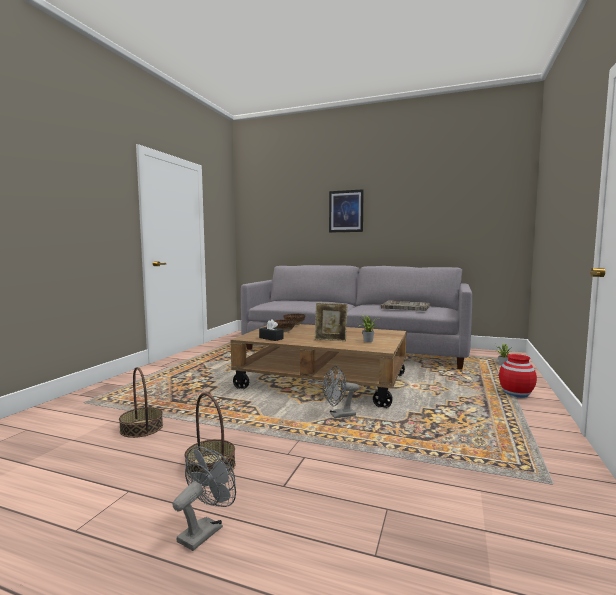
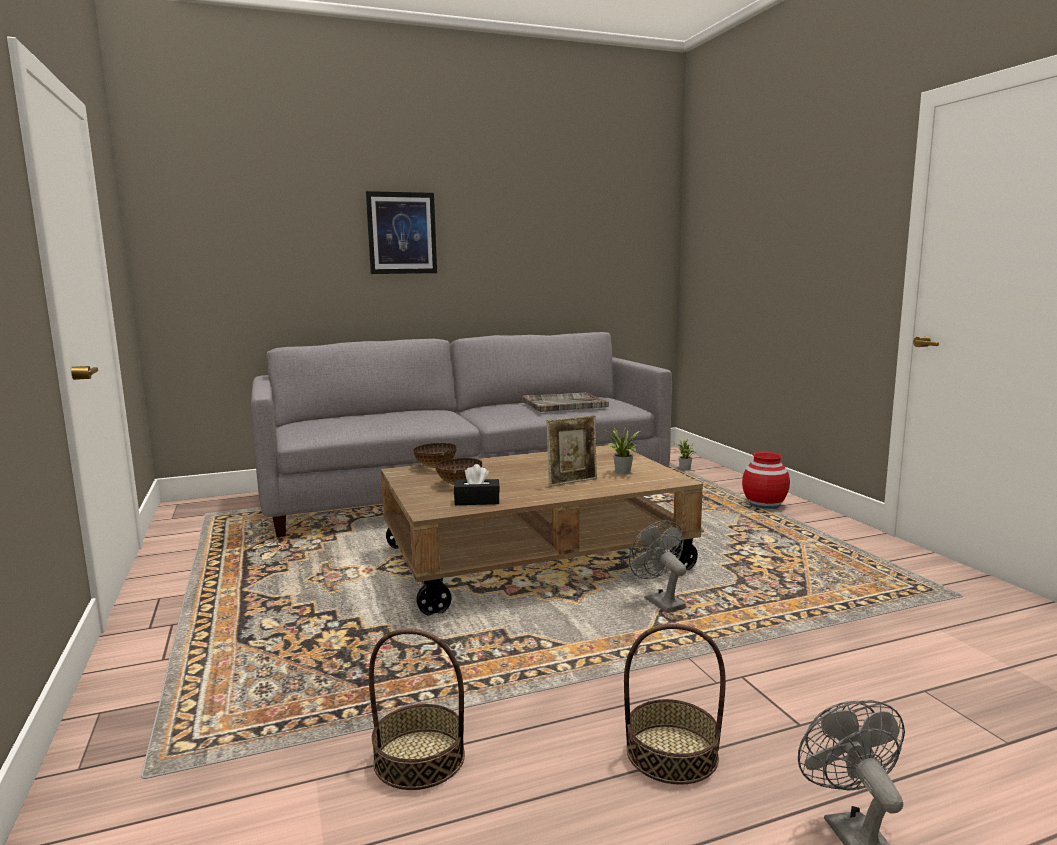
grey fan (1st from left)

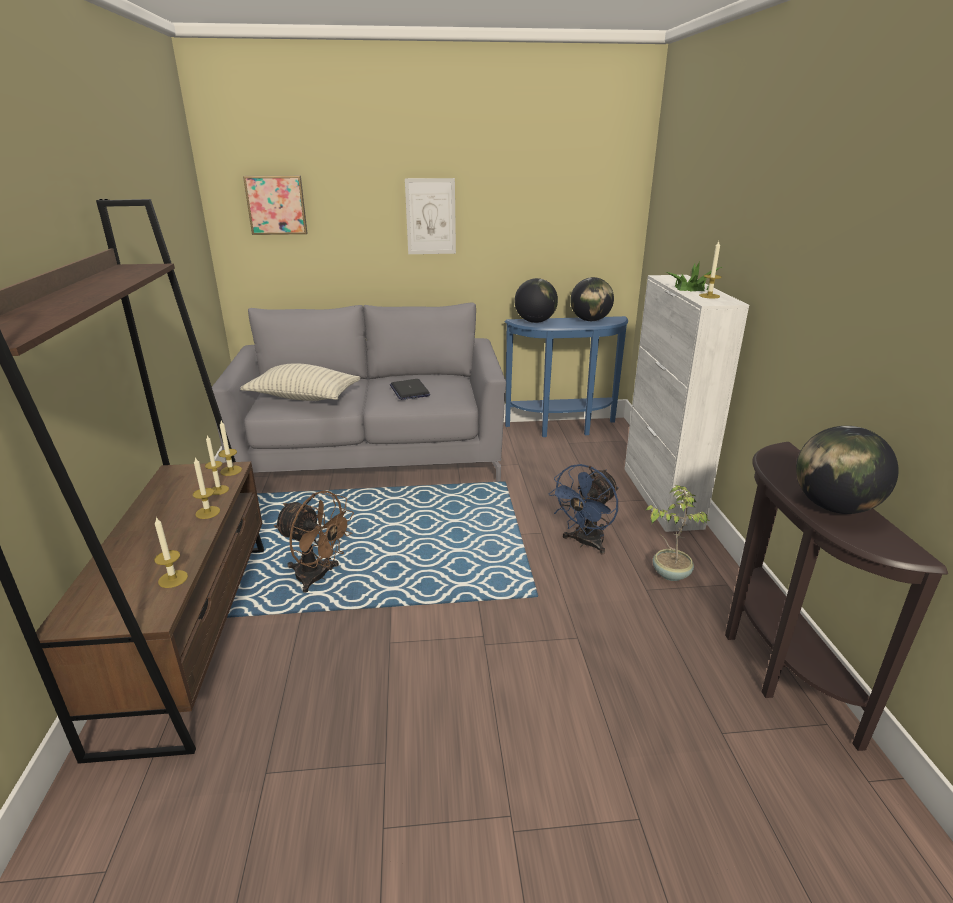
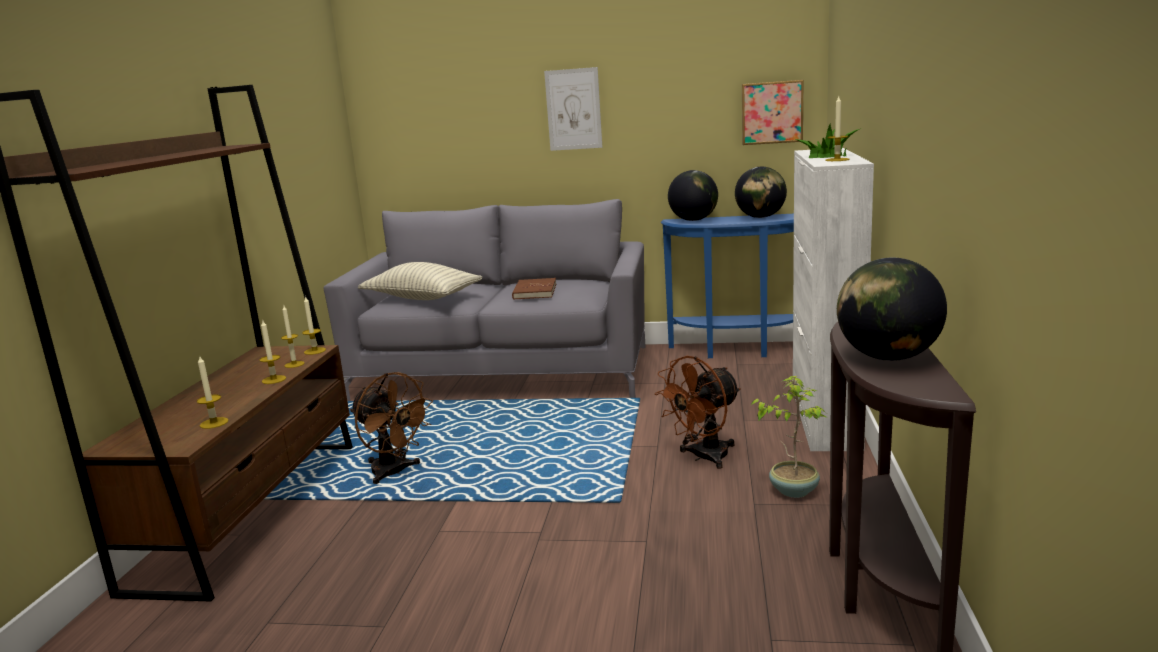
brown book; brown fan (2nd from left); picture (2nd from left)

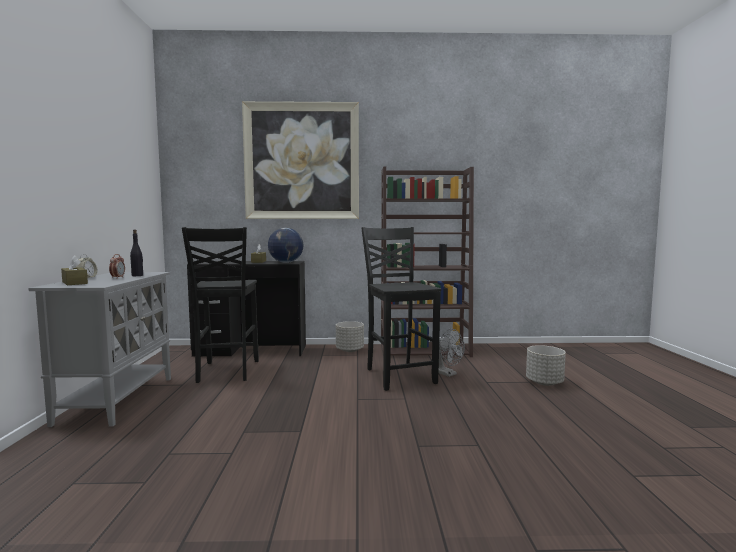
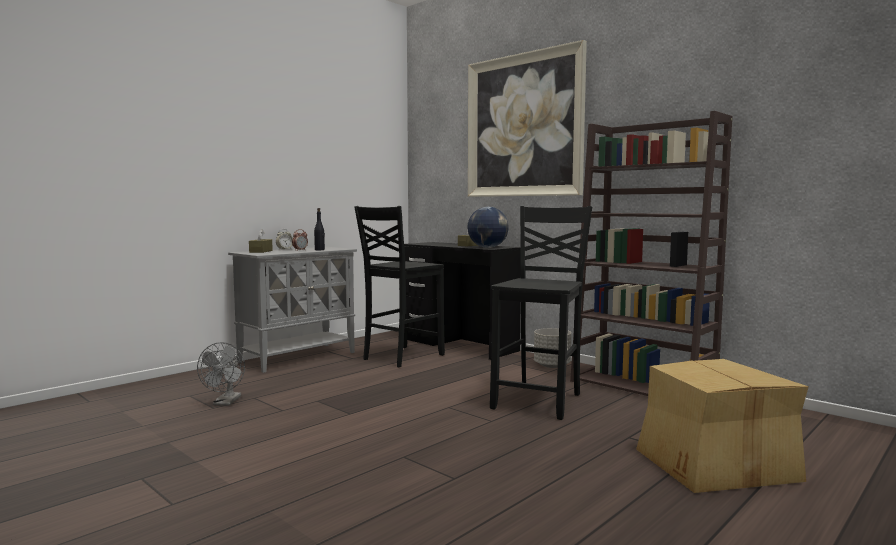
grey fan; cardboard box

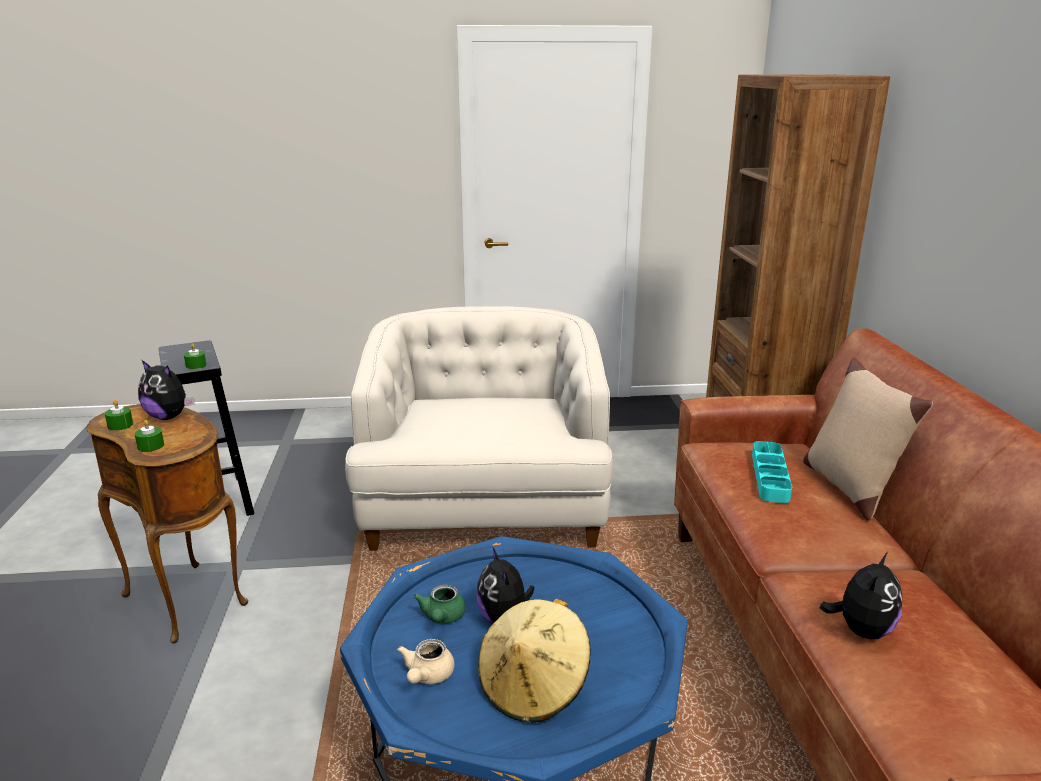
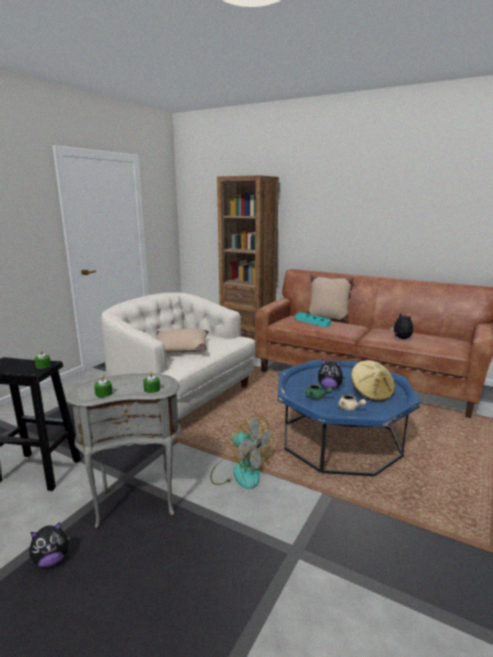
plush toy (1st from left); grey side table; beige pillow (1st from left); fan

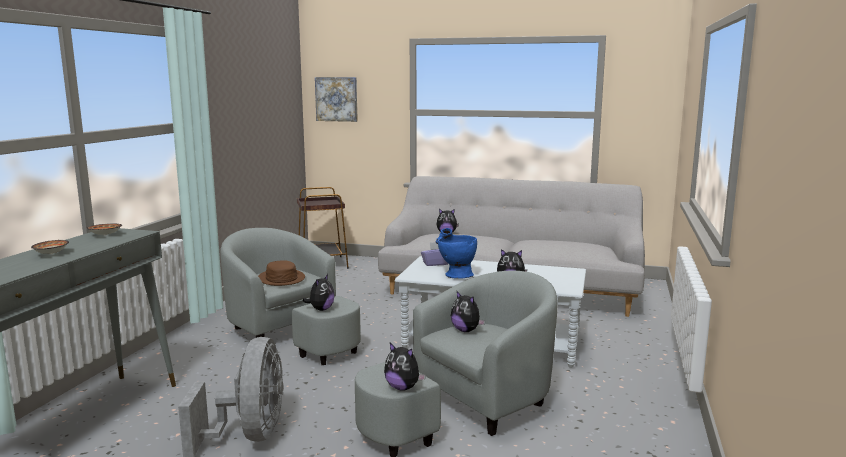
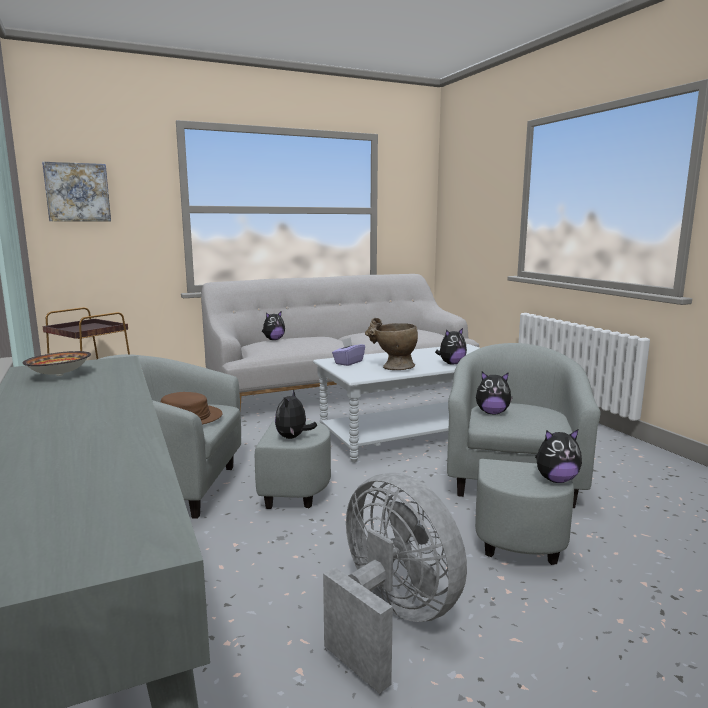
plush toy (2nd from left); beige vase; bowl (1st from left in the first image)

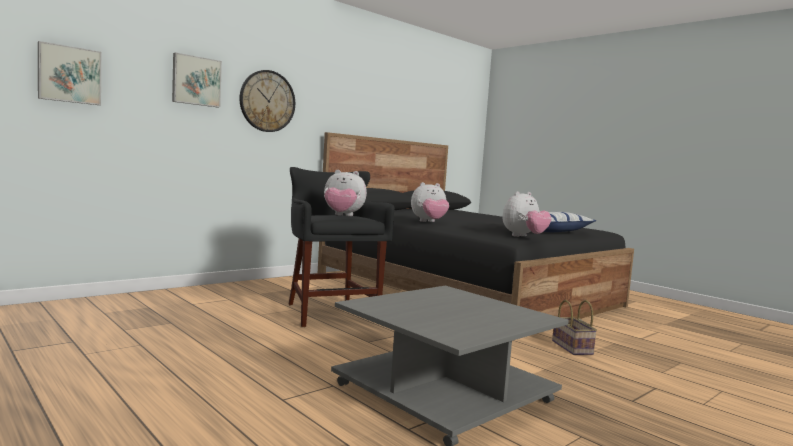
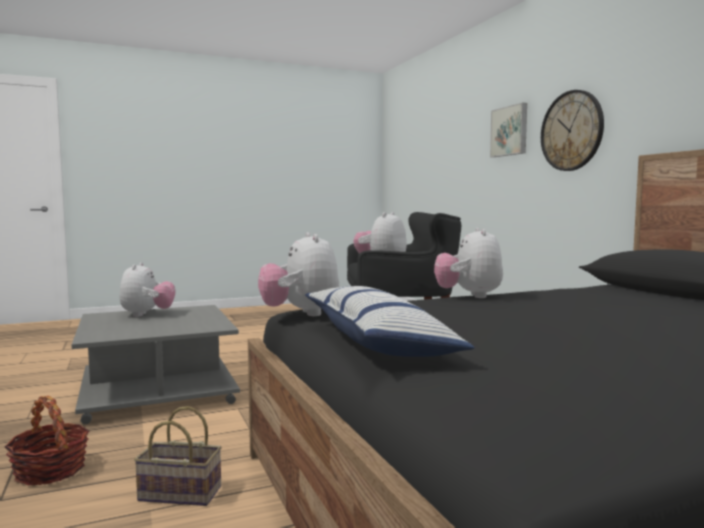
basket (1st from left); plush toy (1st from left); picture (1st from left in the first image)

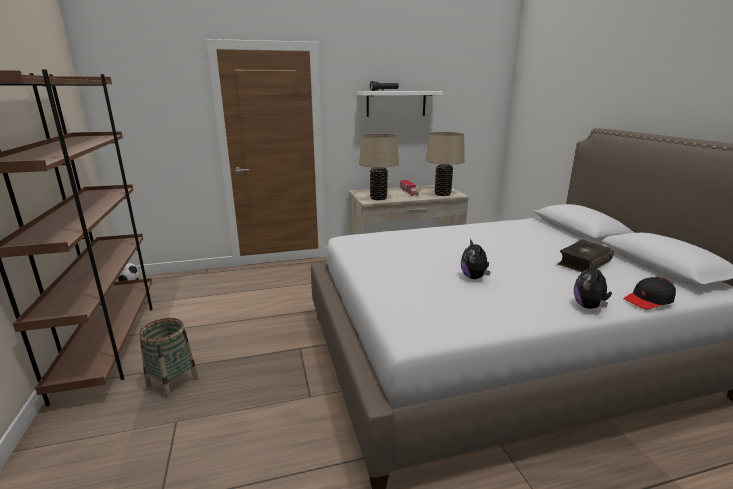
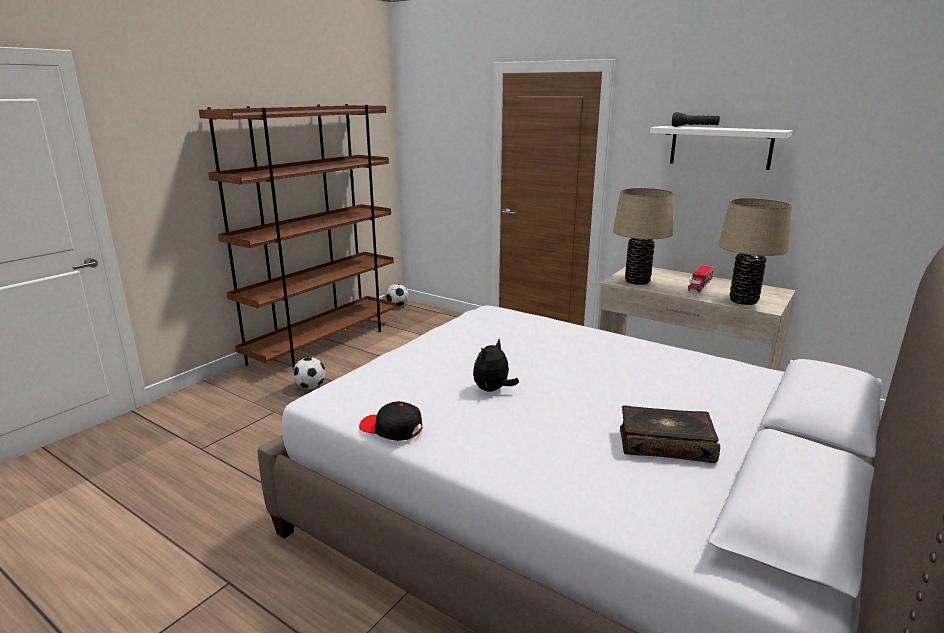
football (1st from left); black cap; plush toy (2nd from left in the first image)

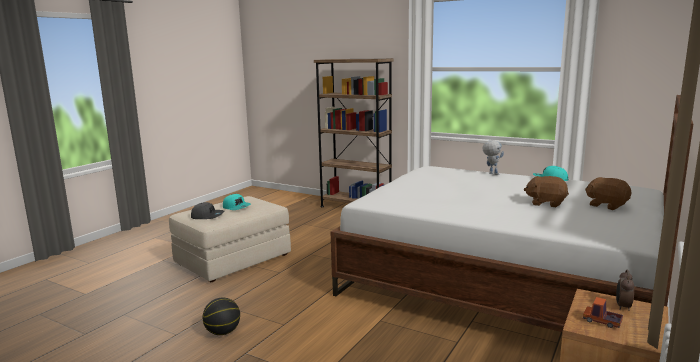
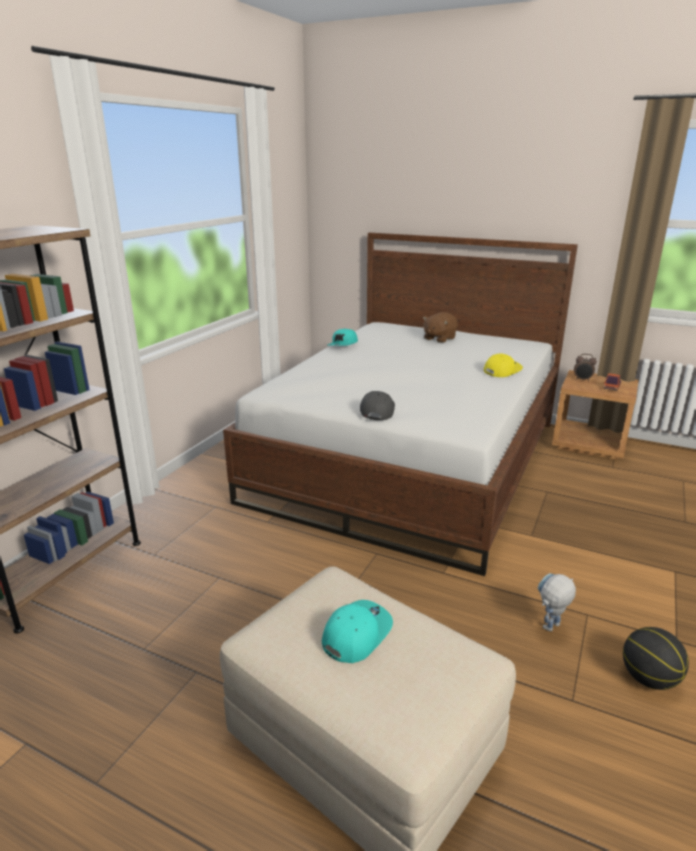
grey cap; yellow cap; toy robot; brown plush toy (1st from left in the first image)

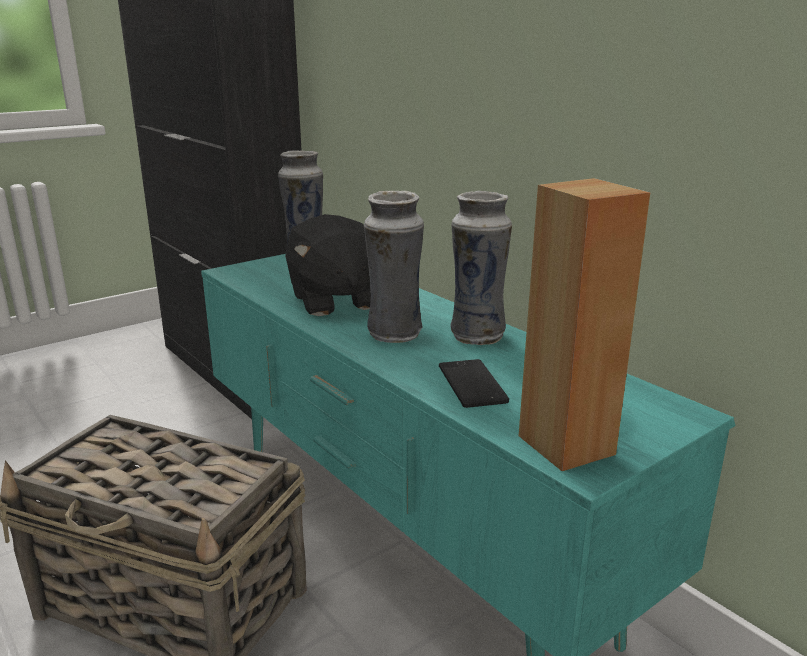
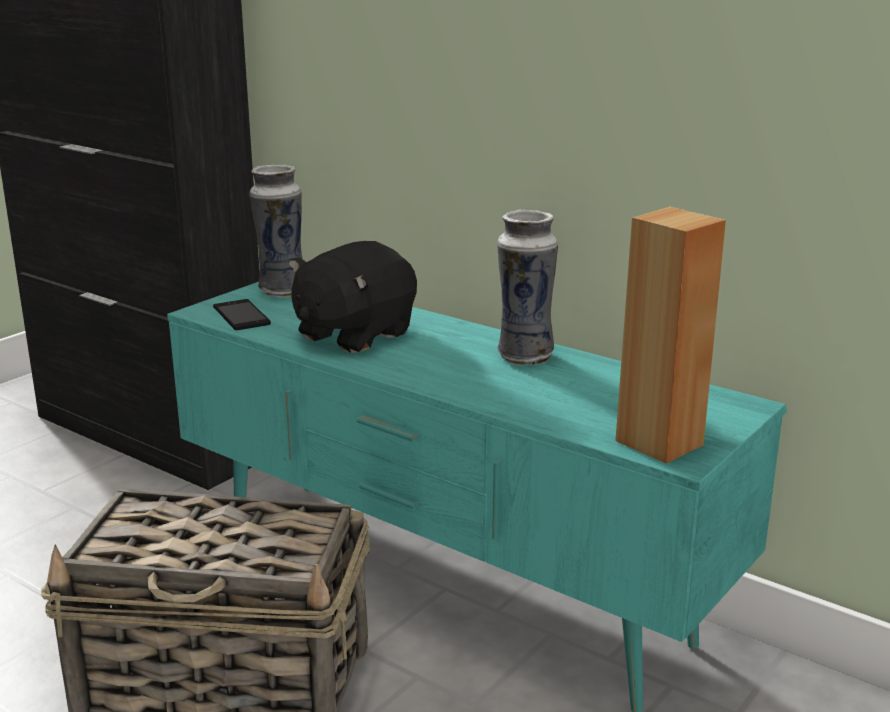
phone; black plush toy; vase (2nd from left in the first image)

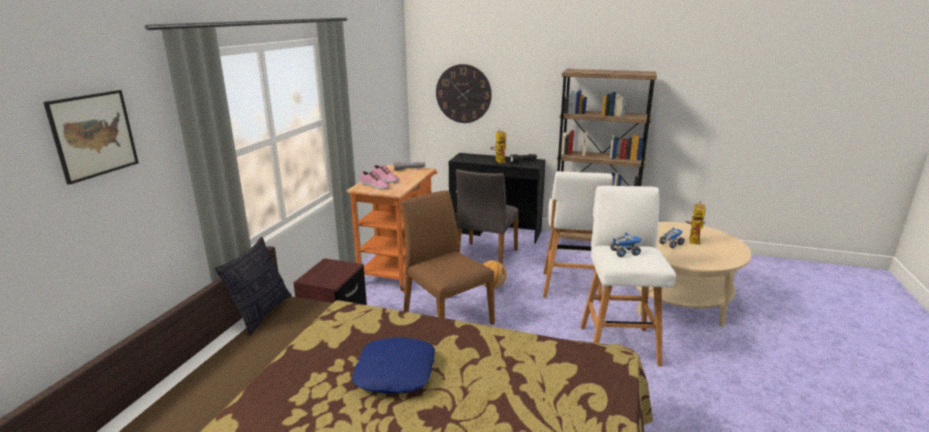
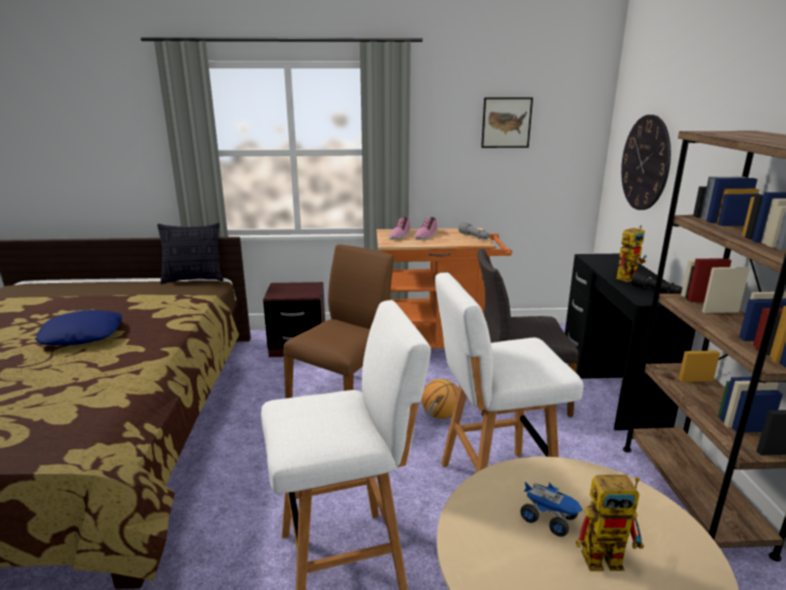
picture; toy truck (1st from left in the first image)

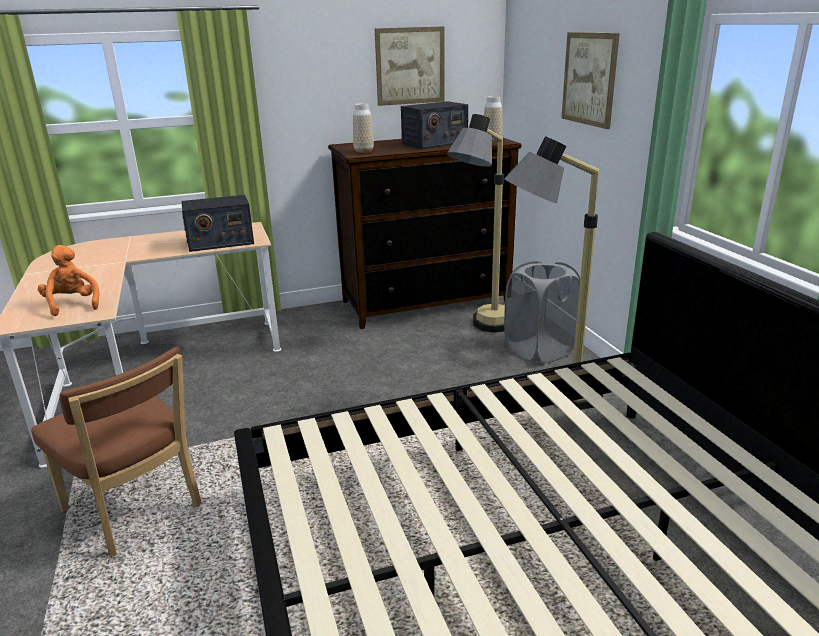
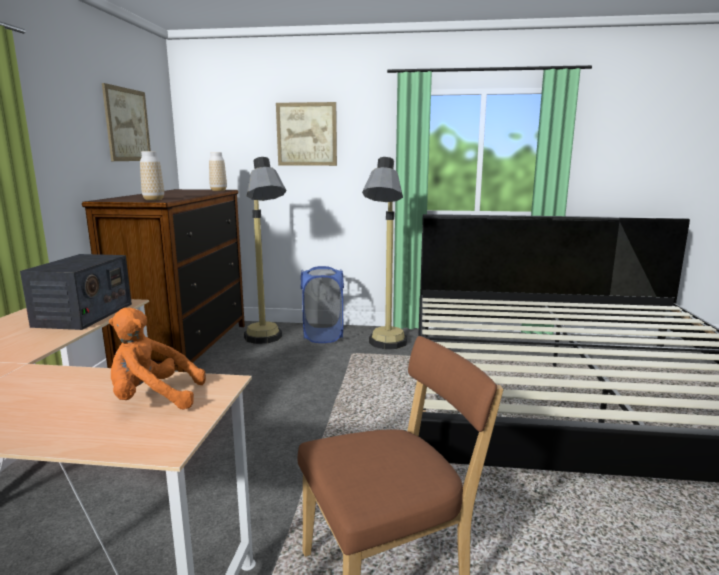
blue laundry basket; radio (2nd from left in the first image)

